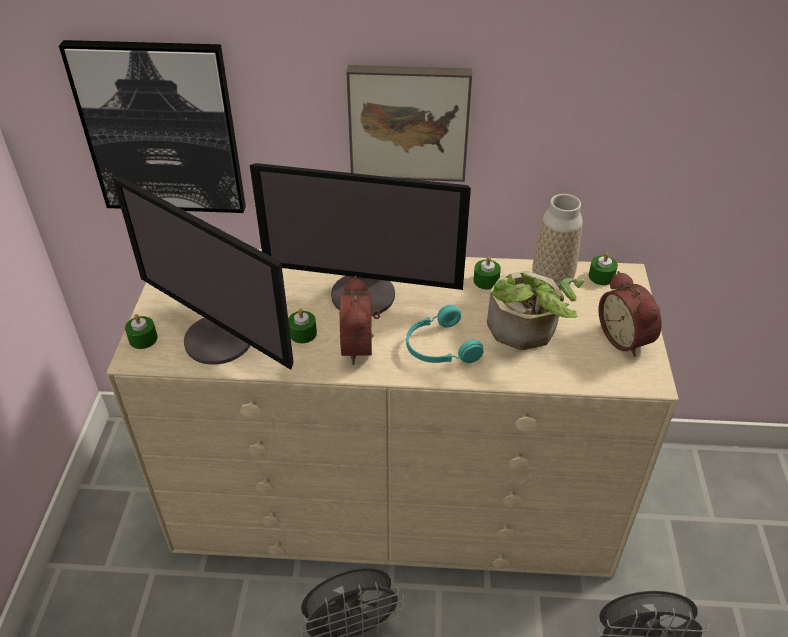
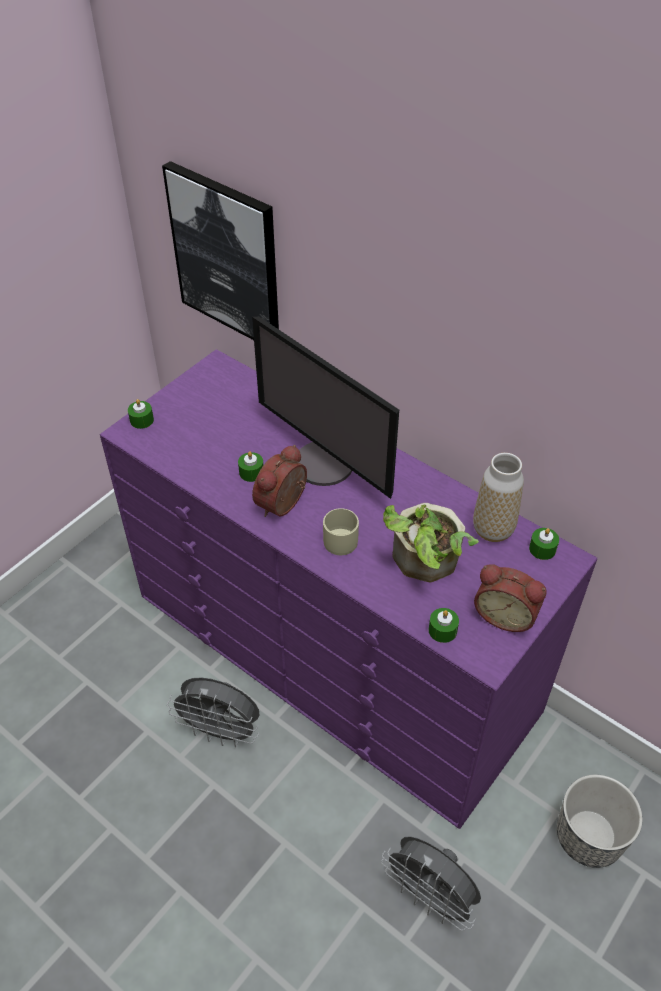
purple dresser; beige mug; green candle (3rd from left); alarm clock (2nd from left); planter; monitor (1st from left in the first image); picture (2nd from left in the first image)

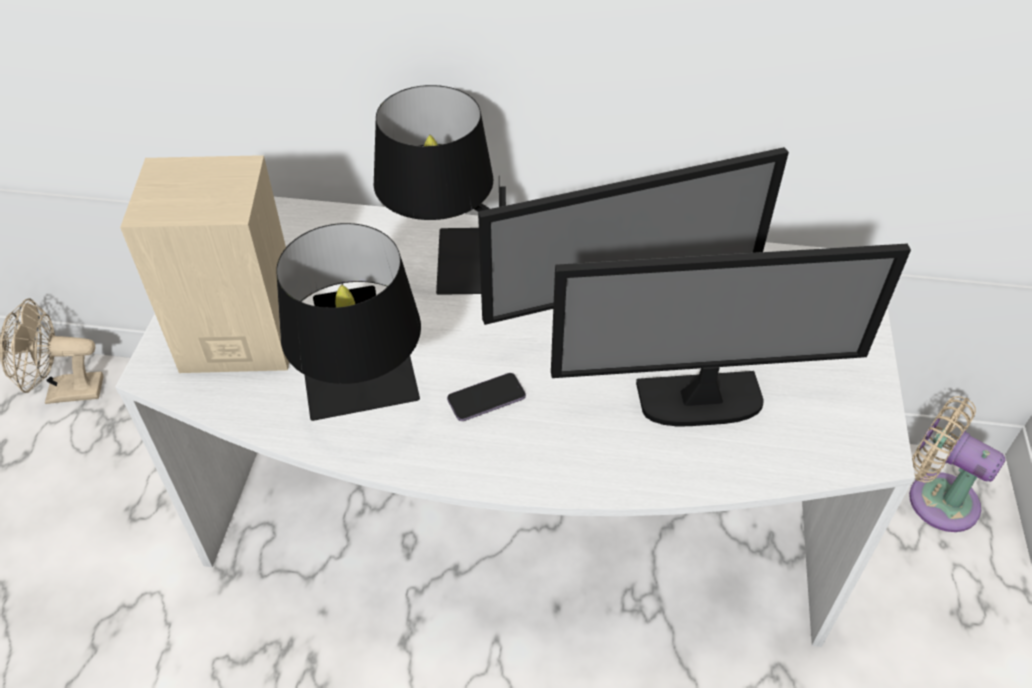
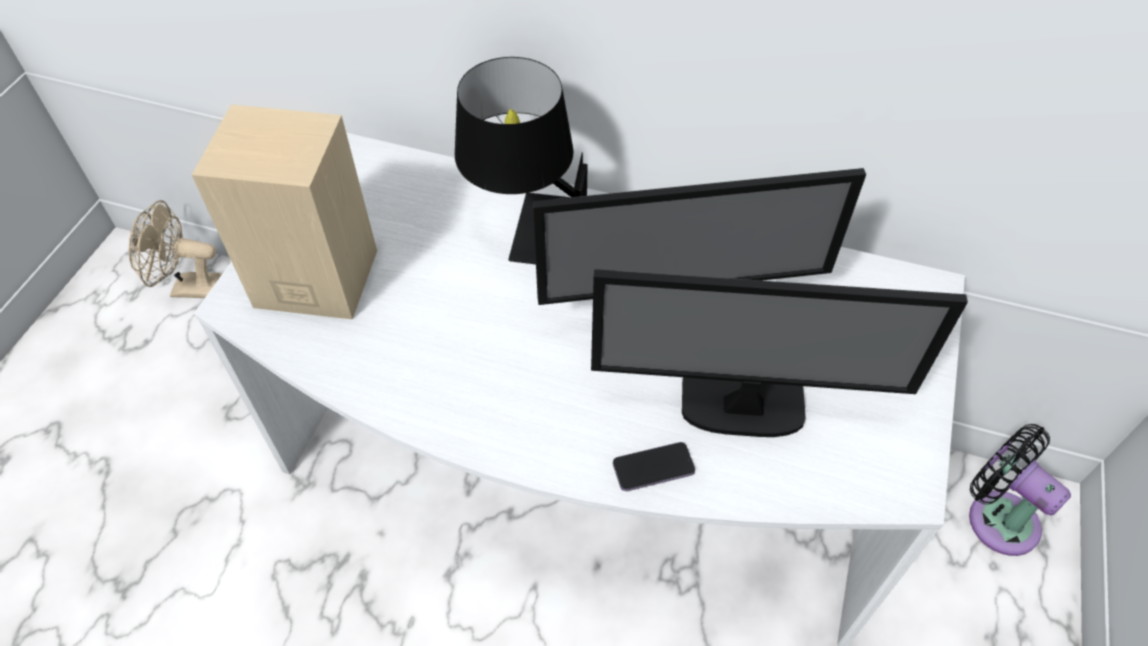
phone; black fan; black table lamp (1st from left in the first image)

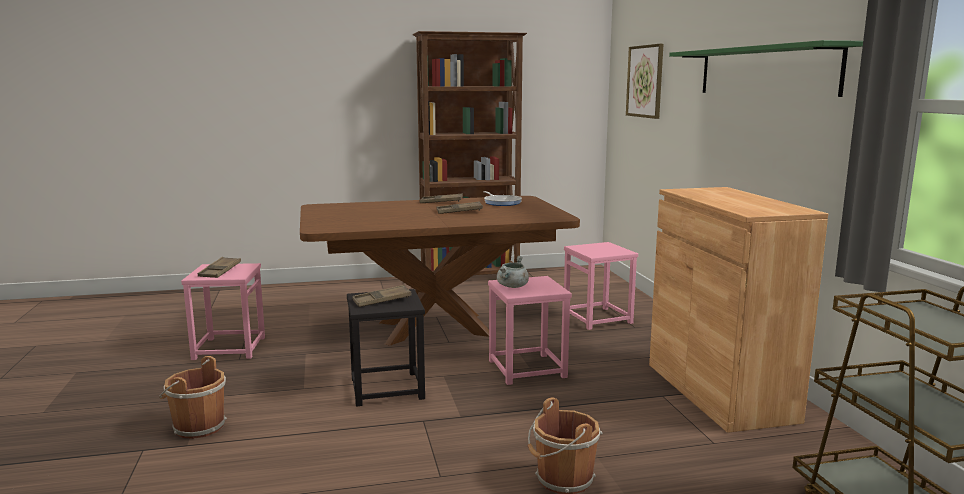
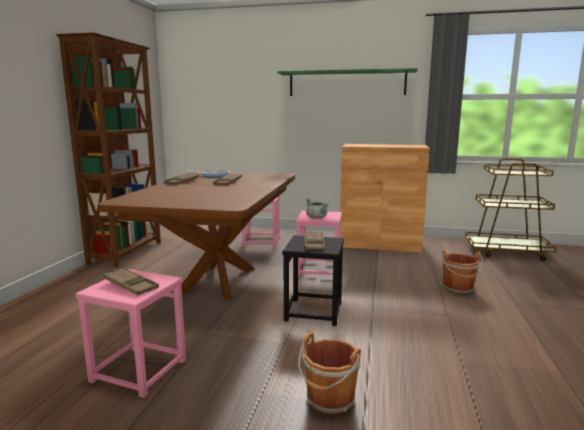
picture

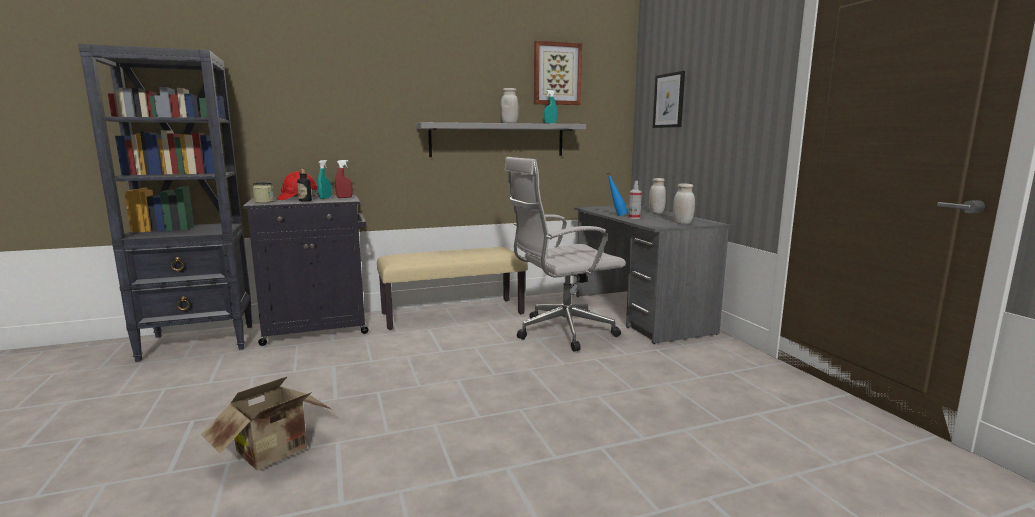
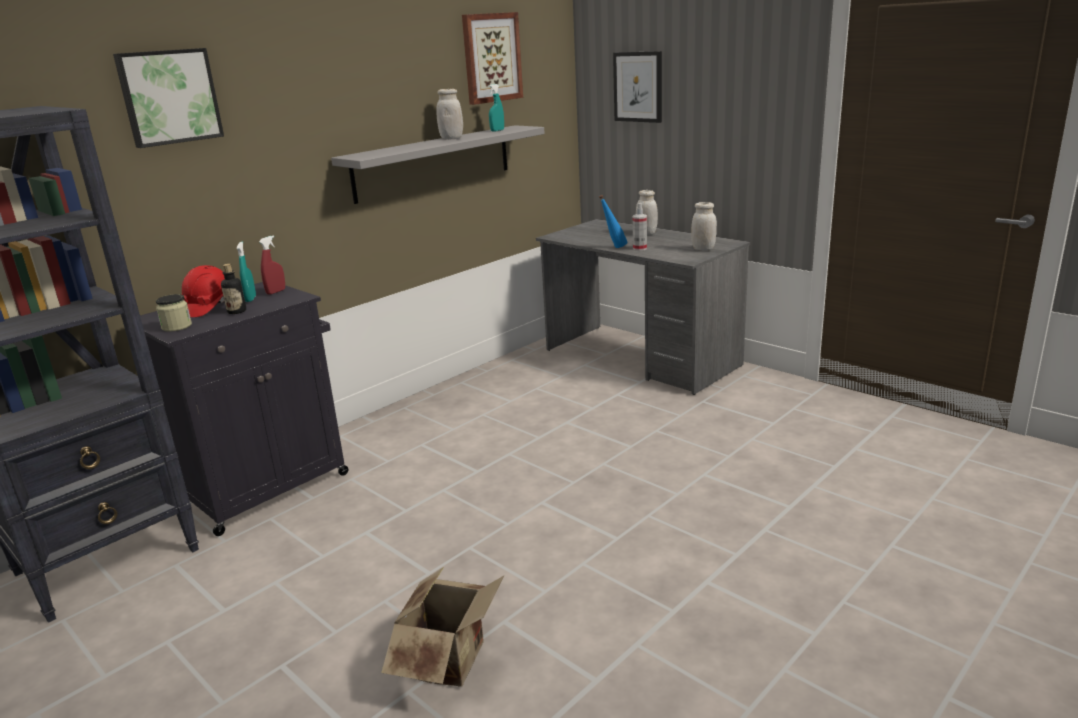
picture (1st from left); beige bench; white office chair

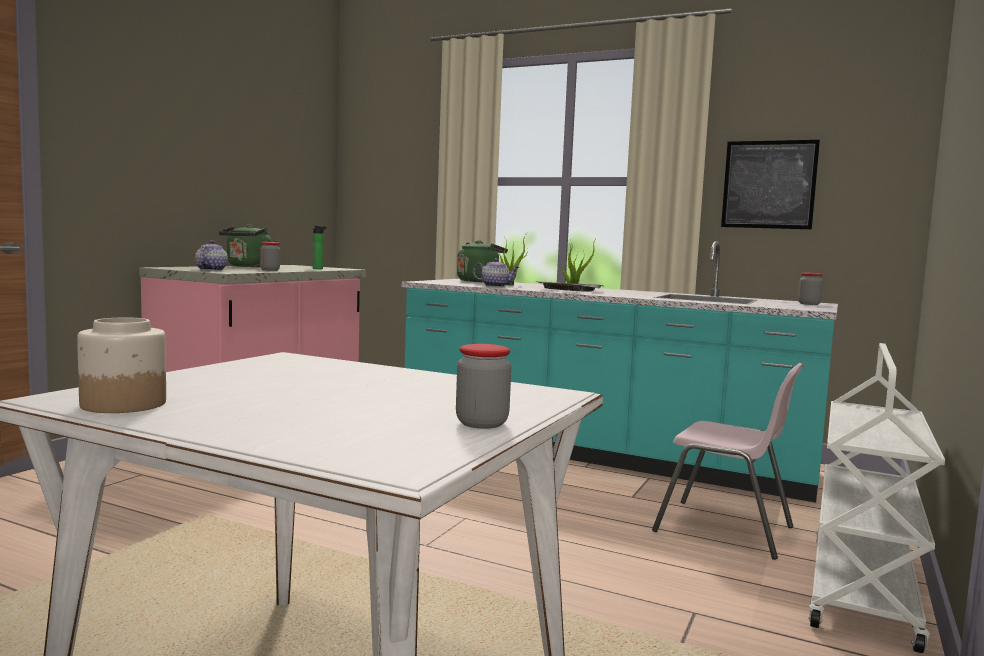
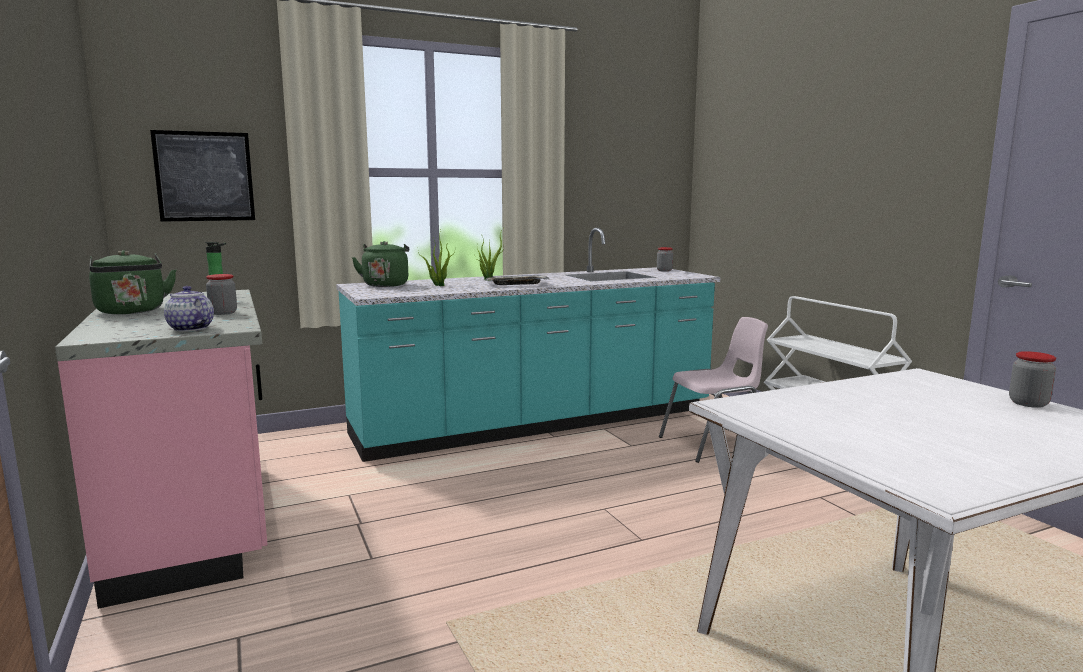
picture; jar (1st from left in the first image); teapot (2nd from left in the first image)

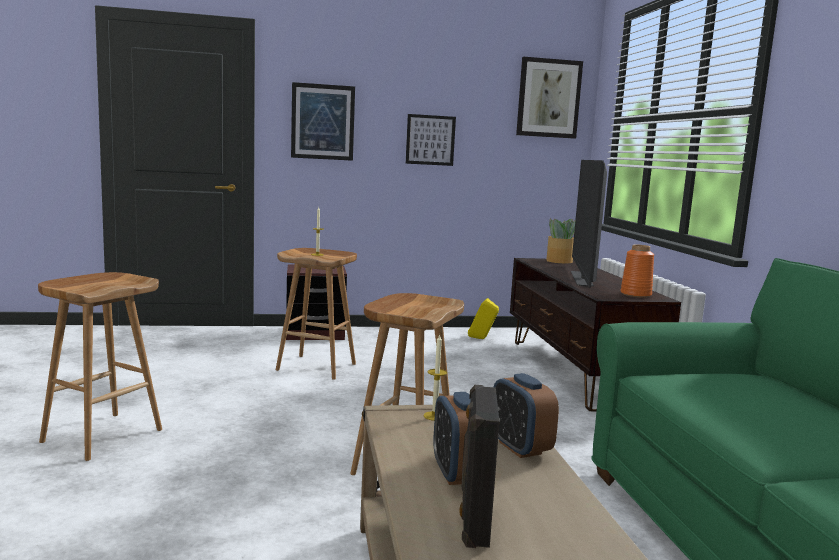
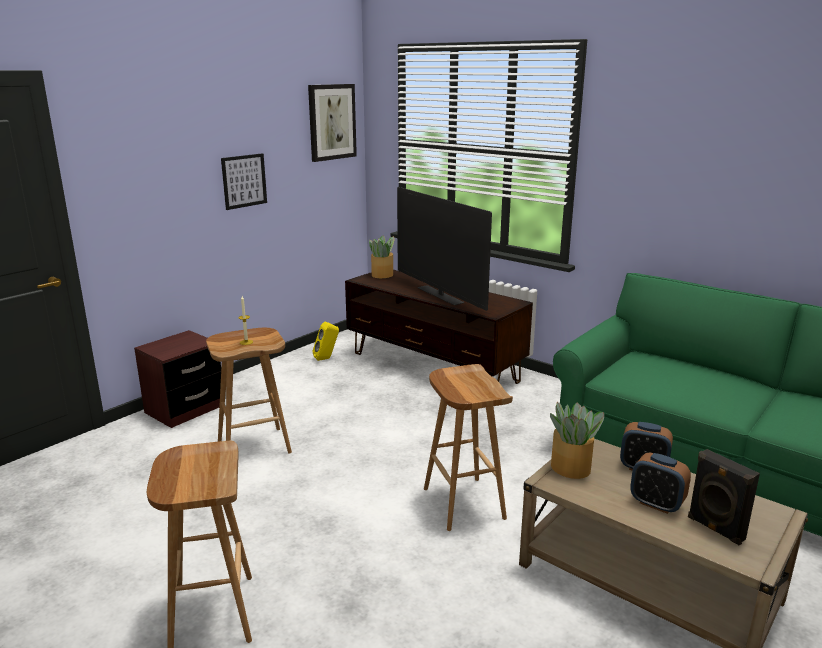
potted plant (2nd from left); picture (1st from left in the first image); orange vase

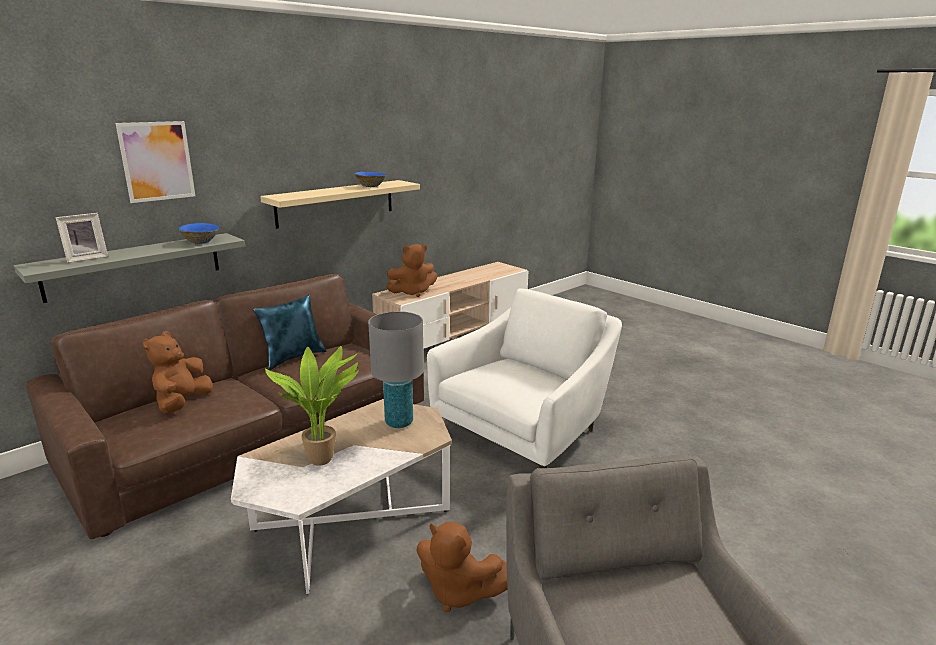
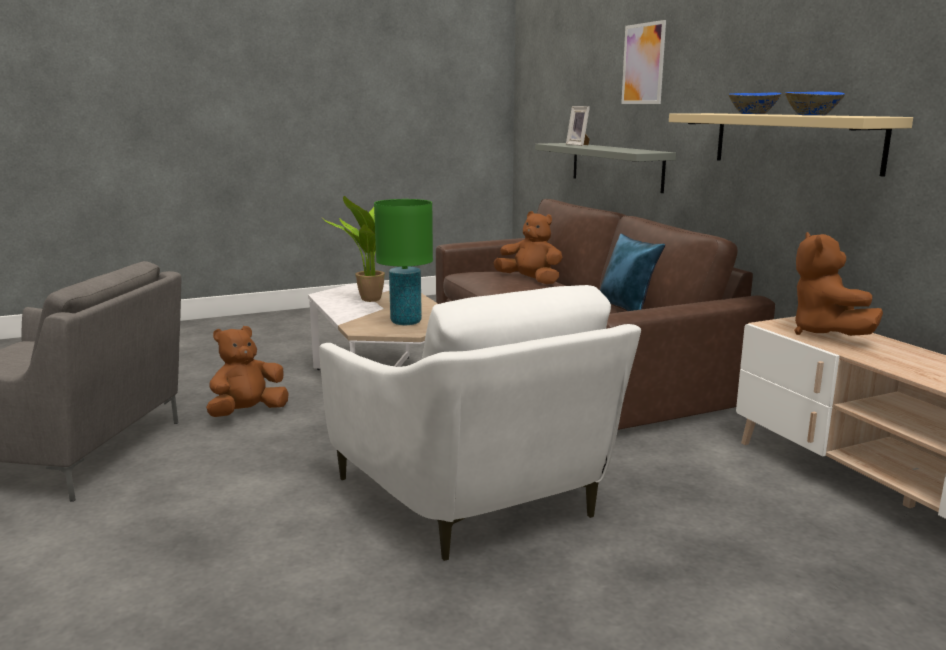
green table lamp; blue bowl (1st from left)

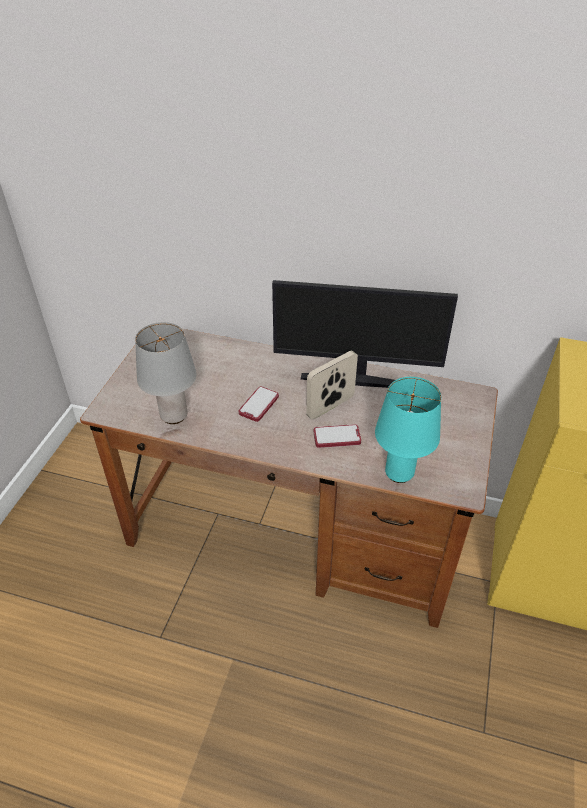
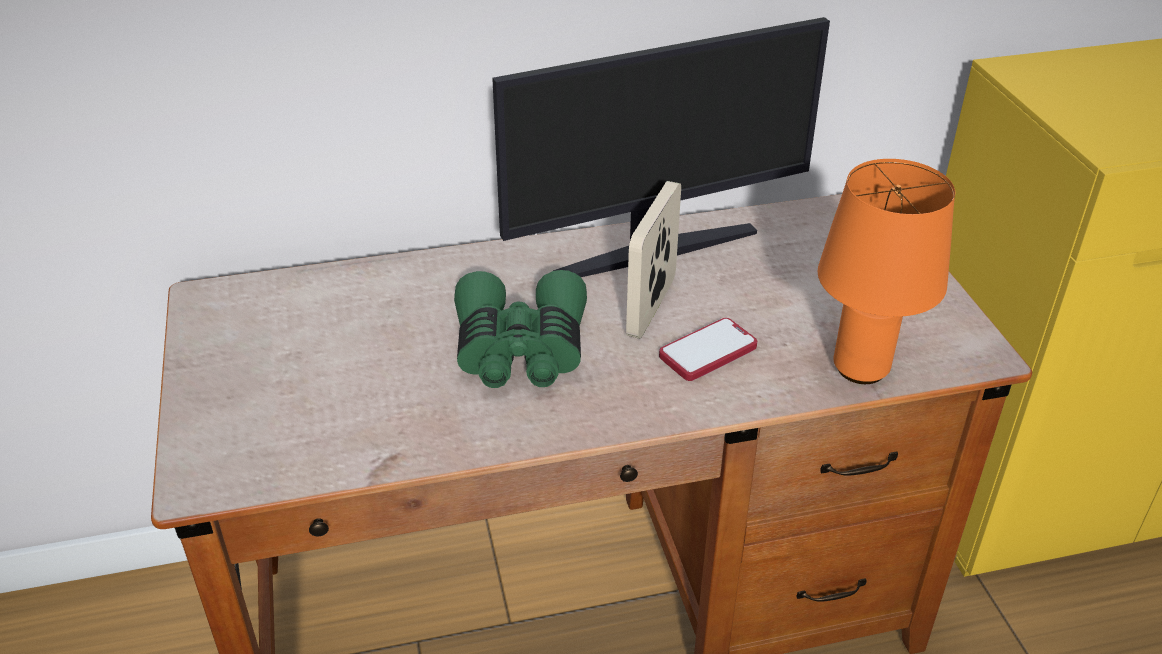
green binoculars; orange table lamp; grey table lamp

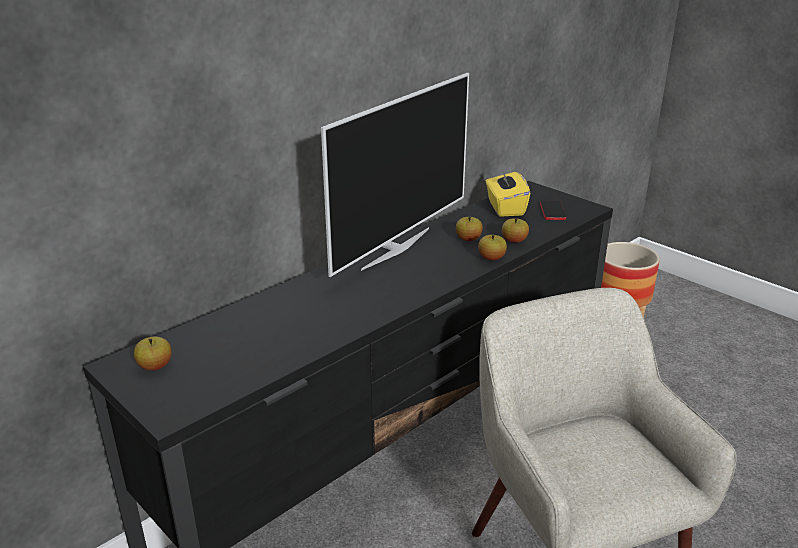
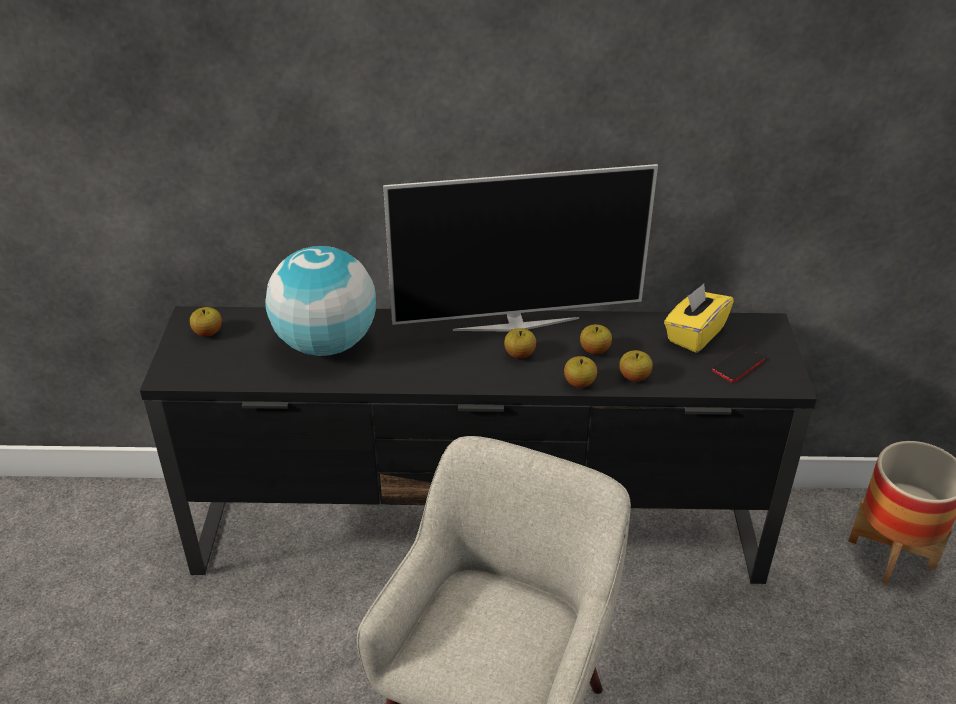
globe; apple (2nd from left)

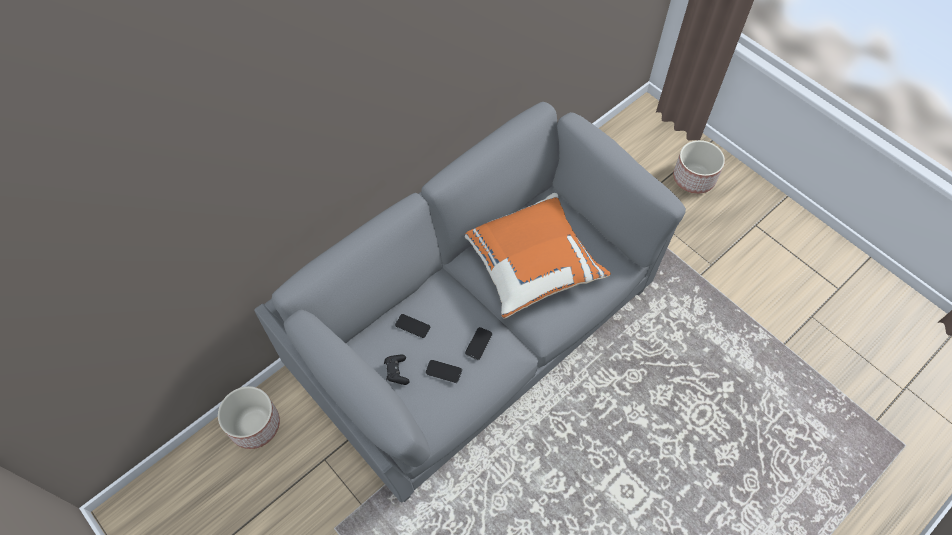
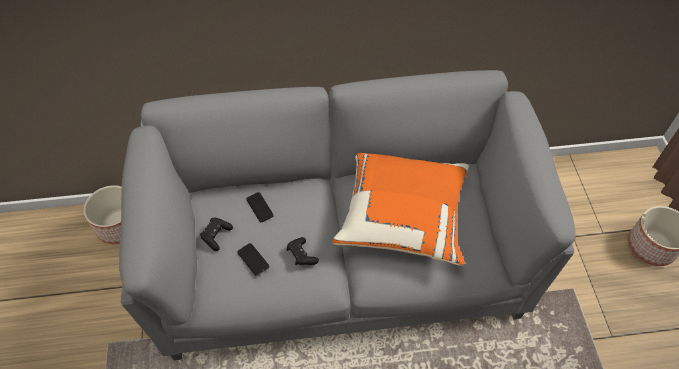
black game controller (2nd from left)

